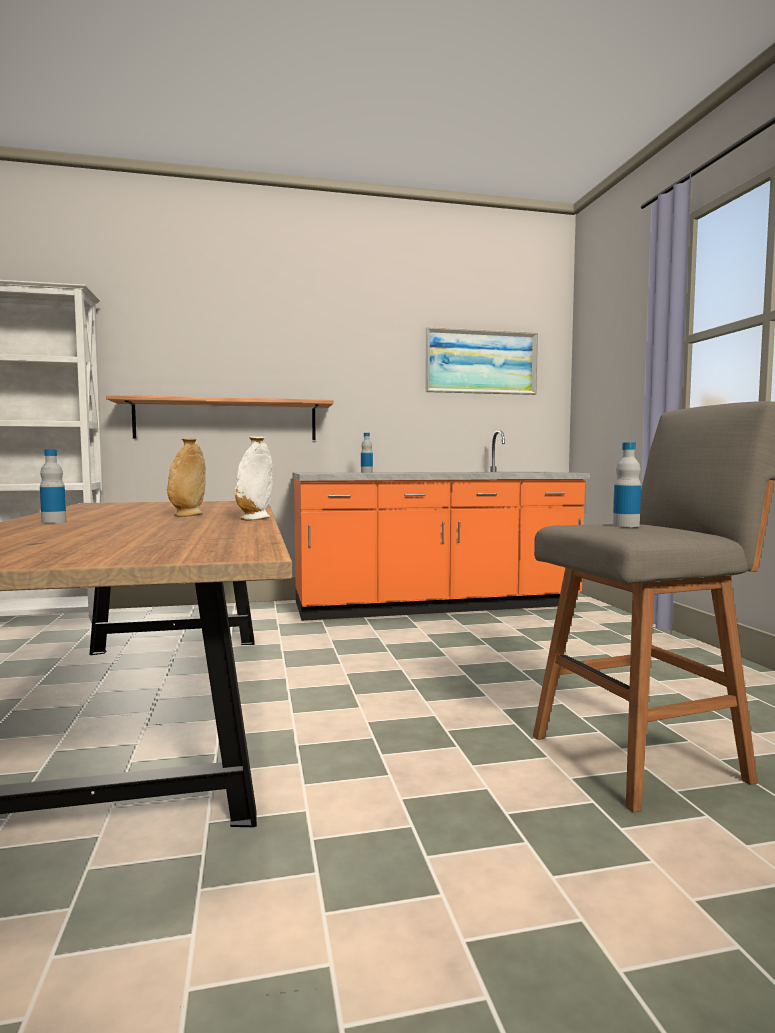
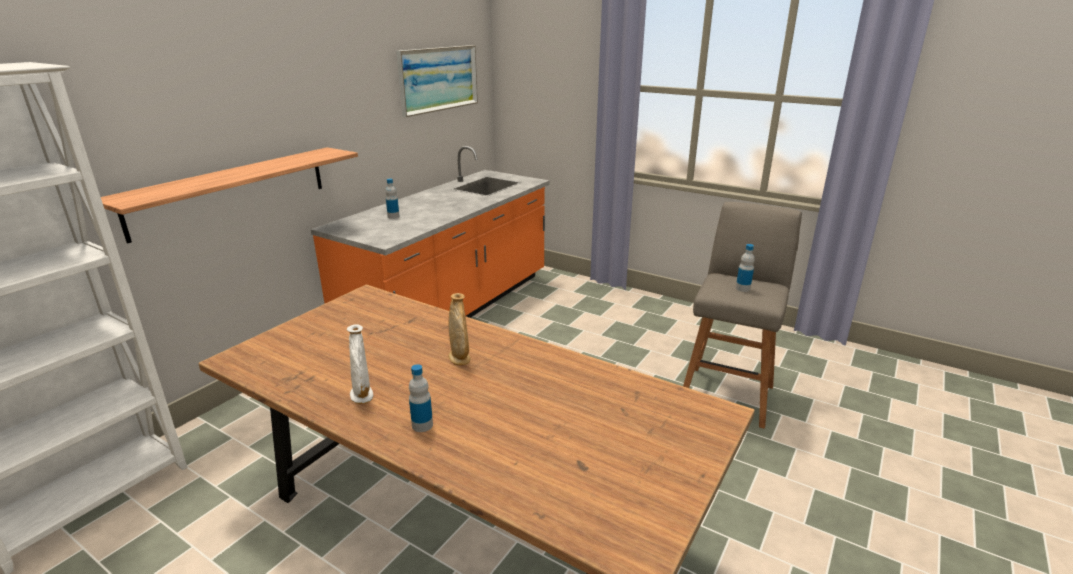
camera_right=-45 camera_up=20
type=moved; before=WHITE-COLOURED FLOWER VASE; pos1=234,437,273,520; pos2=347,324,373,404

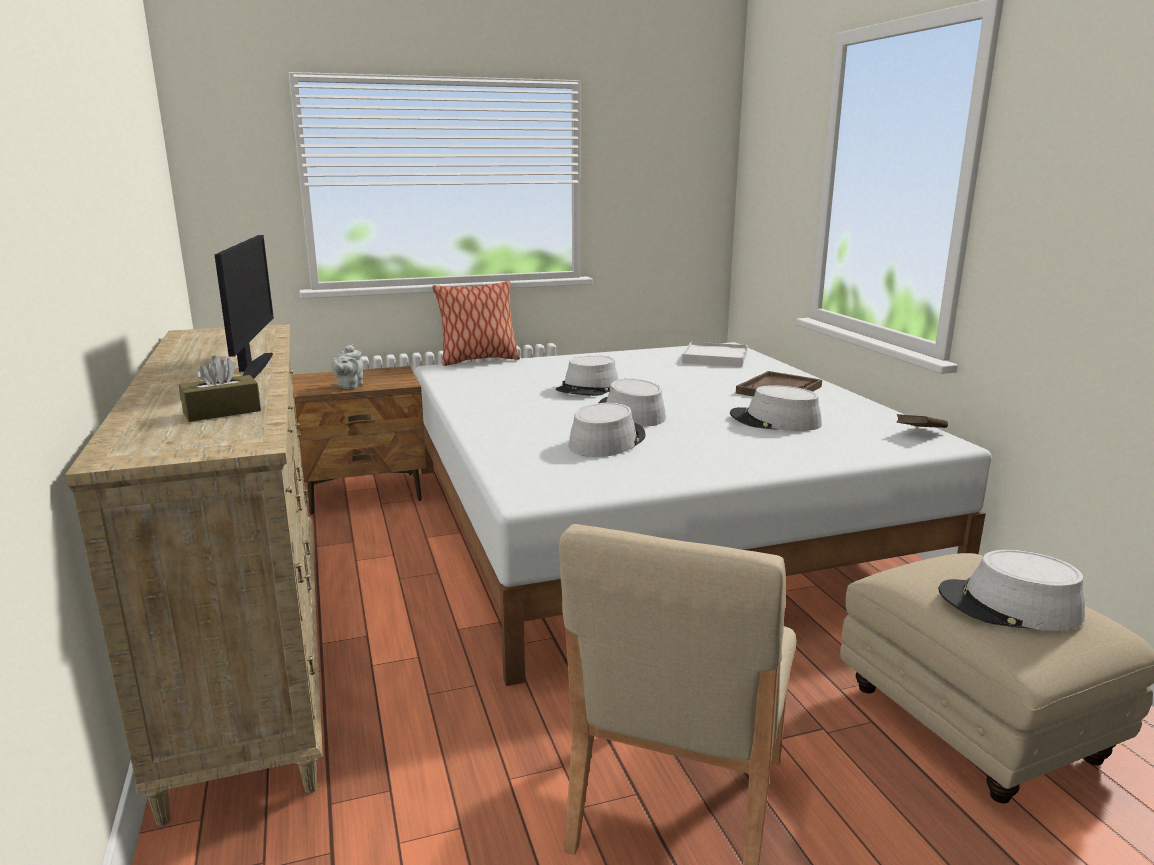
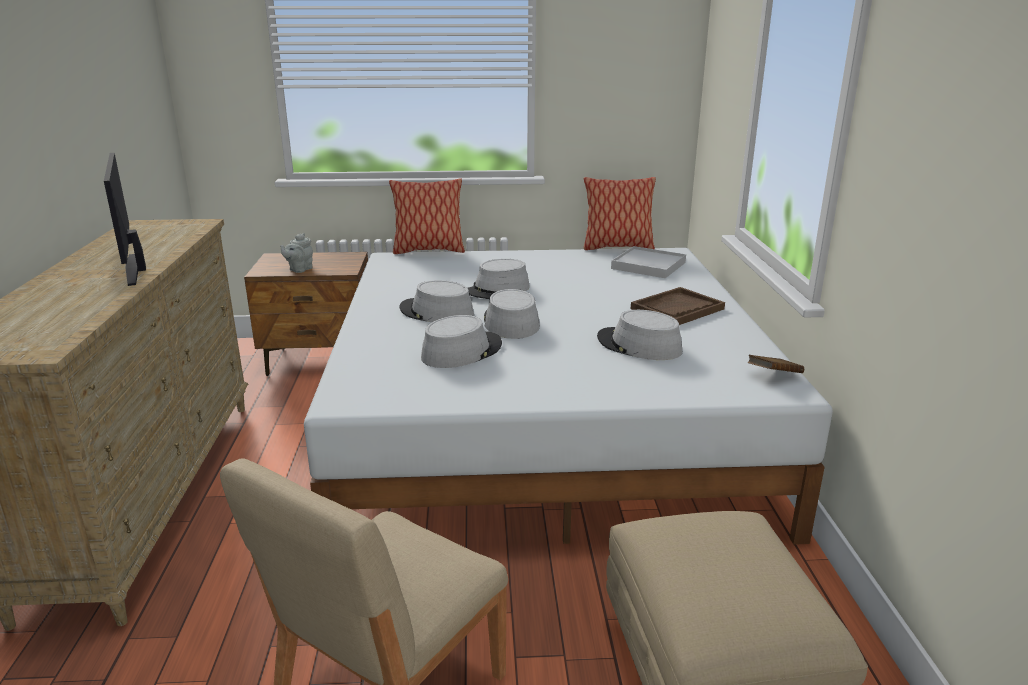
camera_right=15 camera_up=5
type=turned; before=COMPUTER DISPLAY; pos1=214,235,274,379; pos2=104,153,146,286; turn=150
type=removed; before=BROWN-COLOURED TISSUE HOLDER; pos1=179,356,261,422
type=moved; before=GREYISH WEARABLE HAT; pos1=938,550,1085,630; pos2=400,280,474,322
type=added; after=THROW PILLOW; pos2=584,177,656,250

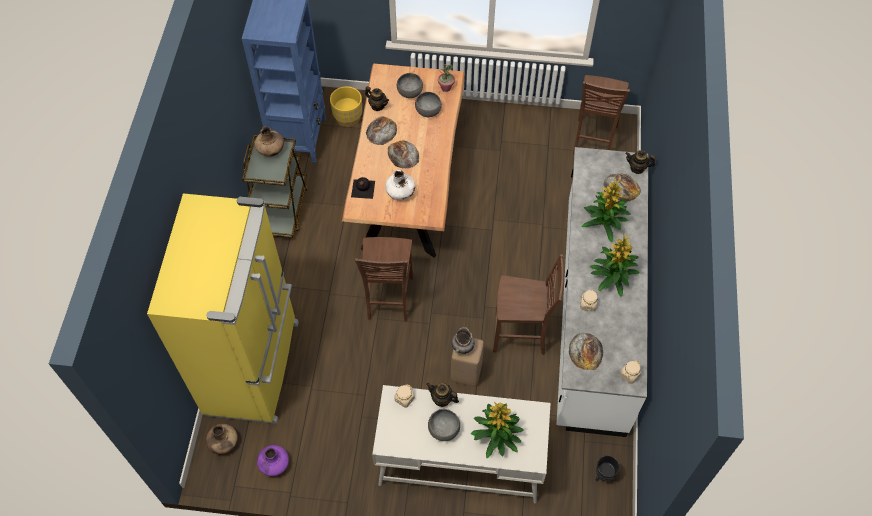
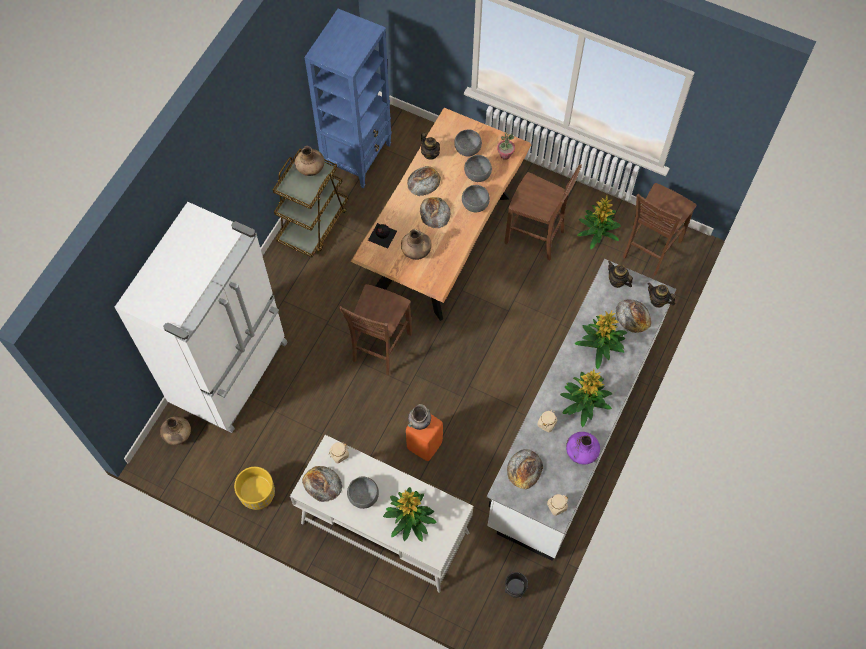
camera_right=20 camera_up=5
type=moved; before=YELLOW-COLOURED PLANT POT; pos1=330,86,362,127; pos2=234,467,275,510
type=recoloured; before=WHITE-COLOURED FLOWER VASE; after=BROWN-COLOURED FLOWER VASE; pos1=385,169,415,200; pos2=401,229,432,260
type=recoloured; before=YELLOW-COLOURED REFRIGERATOR; after=WHITE-COLOURED REFRIGERATOR; pos1=147,193,299,424; pos2=115,202,288,433
type=moved; before=BROWN-COLOURED CHAIR; pos1=493,254,563,355; pos2=504,164,582,261
type=recoloured; before=BEIGE STOOL; after=ORANGE STOOL; pos1=451,338,484,386; pos2=406,414,443,461
type=moved; before=TEA POT; pos1=426,383,459,407; pos2=608,261,633,288
type=moved; before=PURPLE FLOWER VASE; pos1=257,445,289,476; pos2=566,432,600,464
type=added; after=GREYISH DEEP DISH; pos2=462,185,490,213
type=added; after=PLANT IN A POT; pos2=577,196,621,249
type=added; after=BAKED BREAD; pos2=302,466,342,502

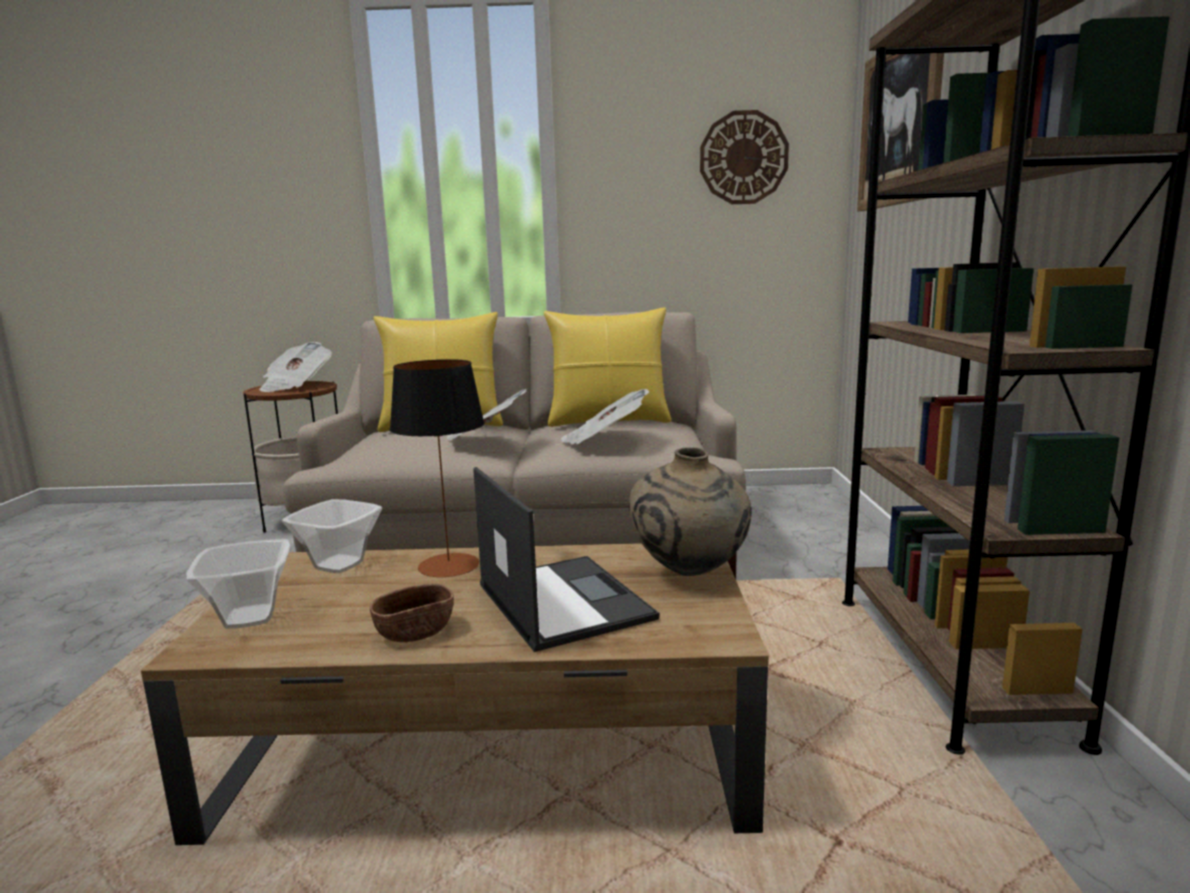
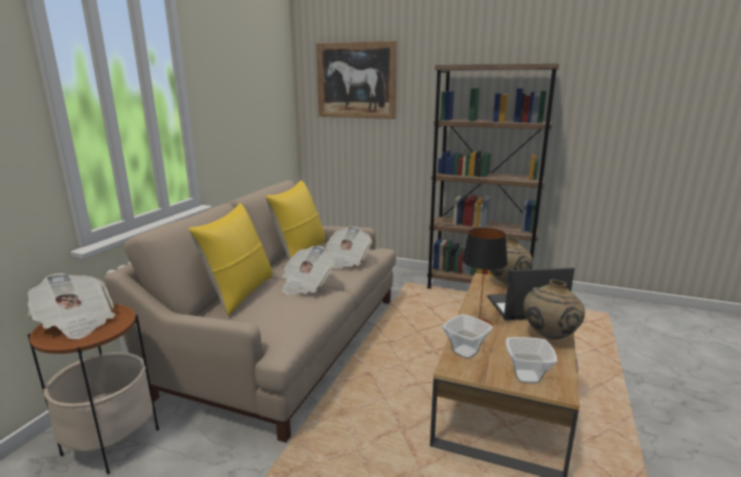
camera_right=-70 camera_up=5
type=removed; before=HANGING CLOCK; pos1=700,110,789,204
type=replaced; before=BROWN-COLOURED DEEP DISH; after=BEIGE FLOWER VASE; pos1=370,583,454,642; pos2=523,279,585,340

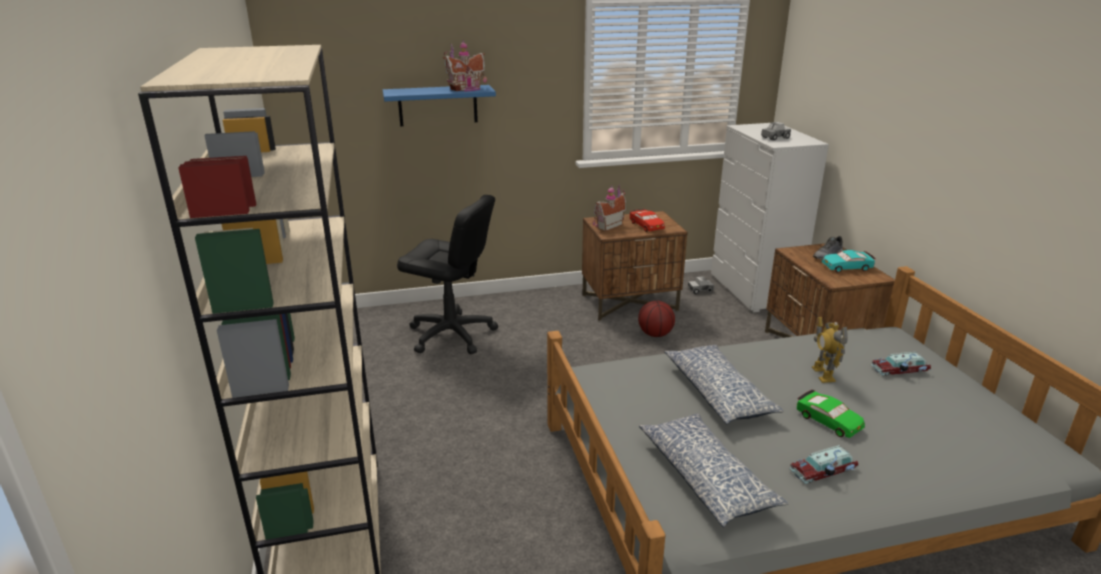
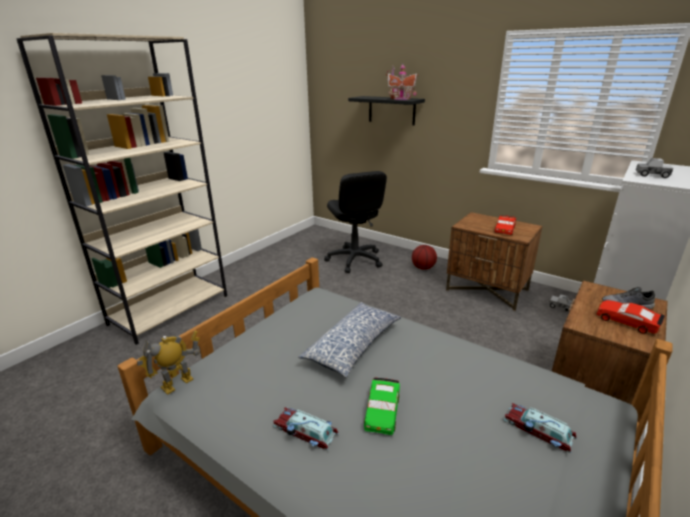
camera_right=50 camera_up=0
type=recoloured; before=BLUE-COLOURED BRACKET SHELF; after=BLACK BRACKET SHELF; pos1=383,85,496,126; pos2=348,96,425,125
type=removed; before=TOY HOUSE; pos1=592,184,626,231
type=recoloured; before=TURQUOISE-COLOURED TOY CAR; after=RED-COLOURED TOY CAR; pos1=822,250,876,273; pos2=596,300,665,334
type=moved; before=BASKETBALL; pos1=638,301,675,337; pos2=412,245,437,270
type=moved; before=ROBOT FIGURE; pos1=812,317,848,383; pos2=137,330,200,395
type=removed; before=THROW PILLOW; pos1=639,413,788,527

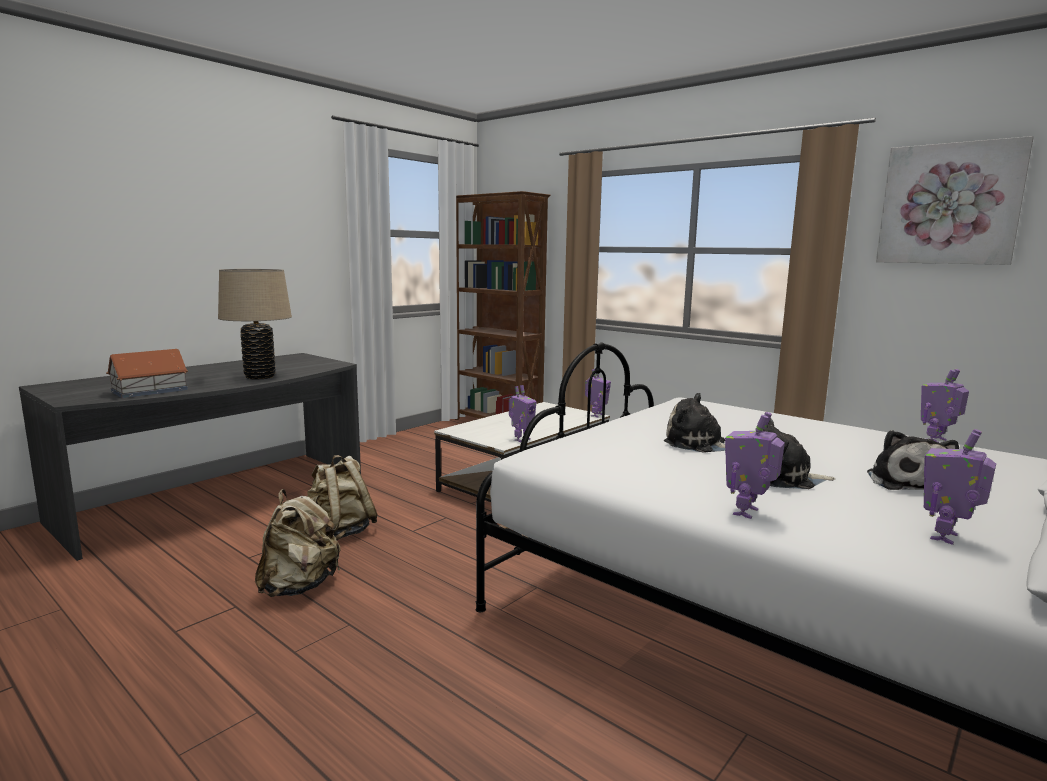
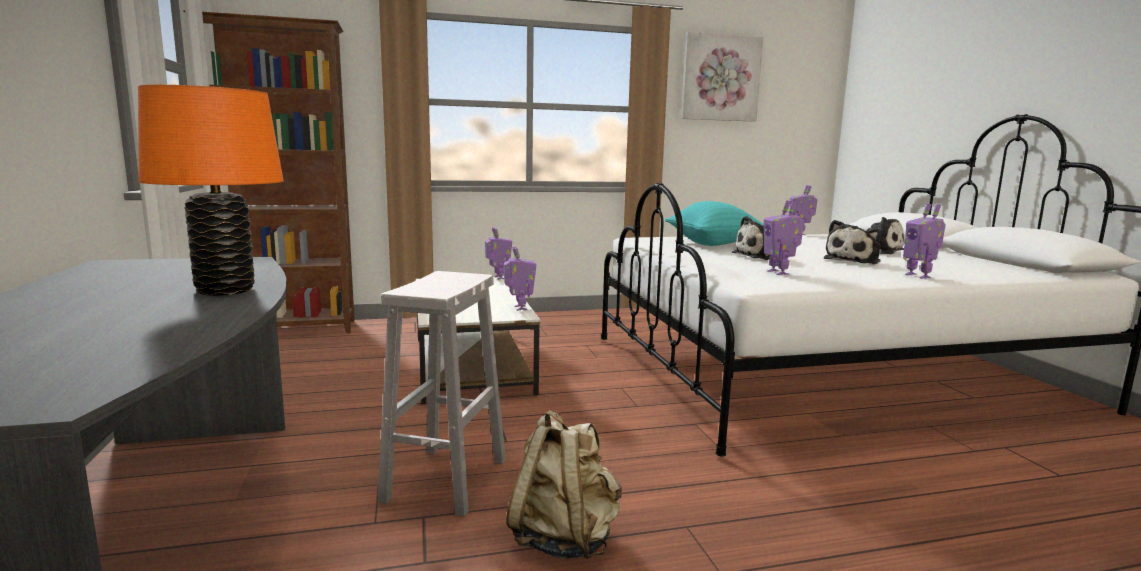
camera_right=-55 camera_up=0
type=recoloured; before=BEIGE LAMP FOR A TABLE; after=ORANGE LAMP FOR A TABLE; pos1=218,269,292,379; pos2=138,85,284,296
type=removed; before=TOY HOUSE; pos1=106,349,188,398
type=moved; before=ROBOT FIGURE; pos1=924,429,996,545; pos2=764,200,804,275
type=replaced; before=BEIGE RUCKSACK; after=WHITE-COLOURED STOOL; pos1=307,455,377,540; pos2=377,271,506,517
type=added; after=TURQUOISE-COLOURED THROW PILLOW; pos2=665,201,764,246

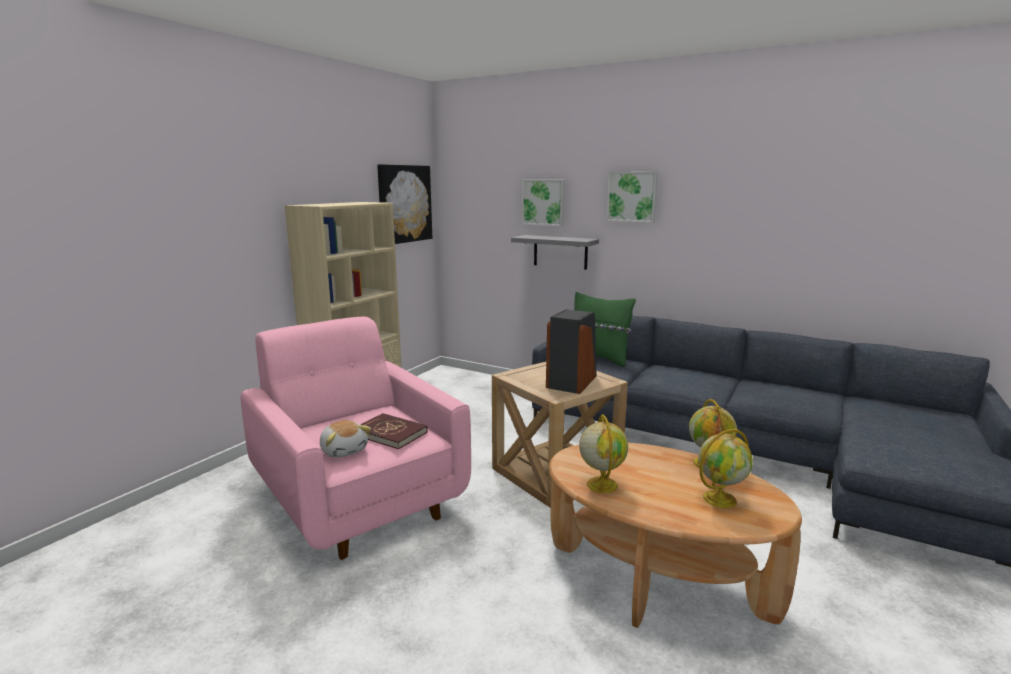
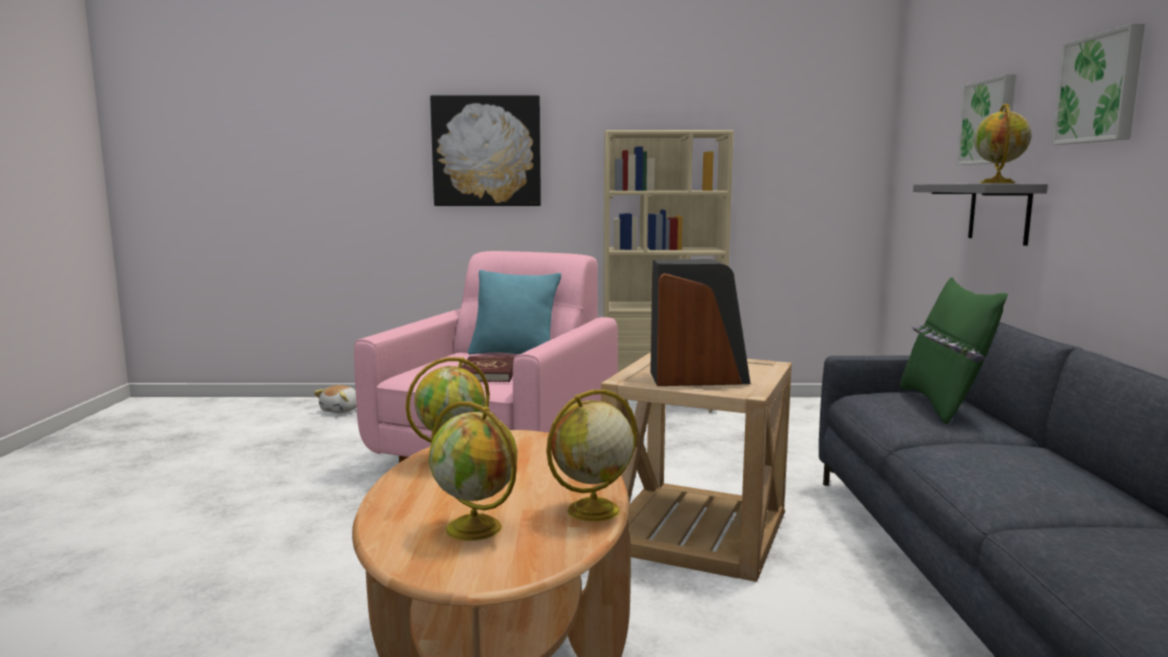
camera_right=60 camera_up=-5
type=moved; before=WALL ART; pos1=377,164,432,244; pos2=430,95,541,206
type=moved; before=SOFT TOY; pos1=320,420,371,458; pos2=314,385,357,413
type=added; after=GLOBE; pos2=974,104,1032,183
type=added; after=TURQUOISE-COLOURED THROW PILLOW; pos2=468,270,561,354

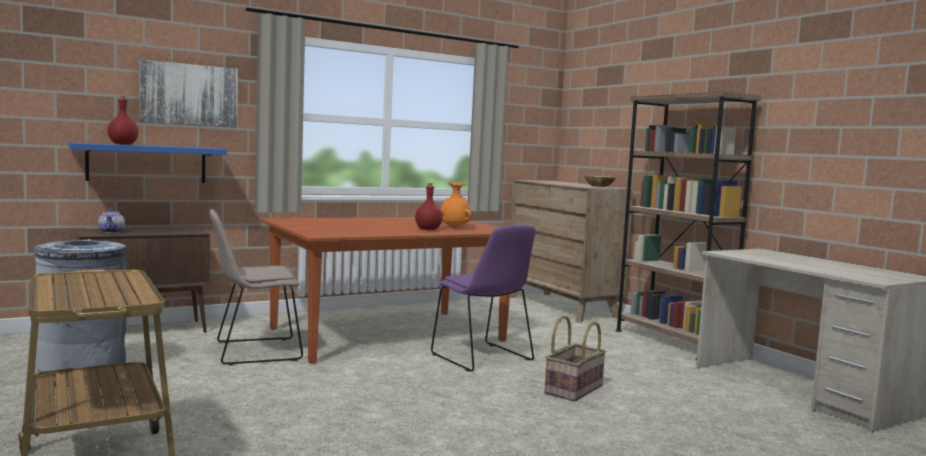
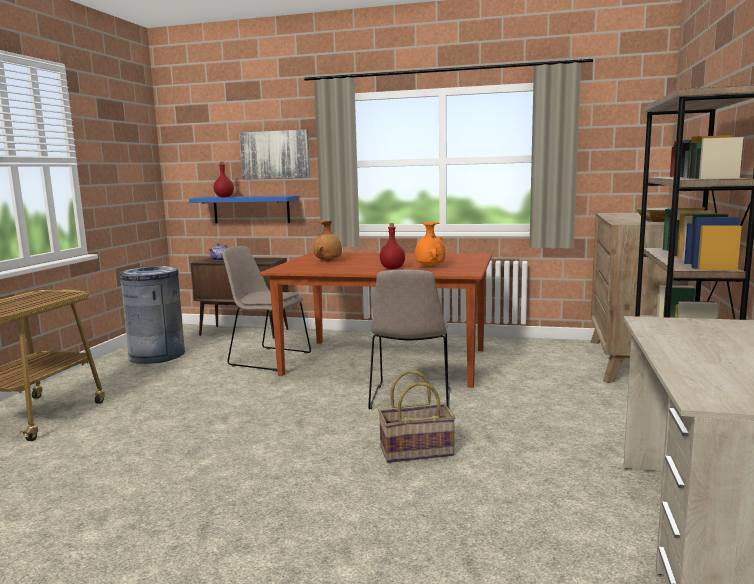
camera_right=45 camera_up=5
type=recoloured; before=PURPLE CHAIR; after=BEIGE CHAIR; pos1=431,225,535,372; pos2=368,269,451,410
type=added; after=BROWN-COLOURED FLOWER VASE; pos2=314,220,342,262

